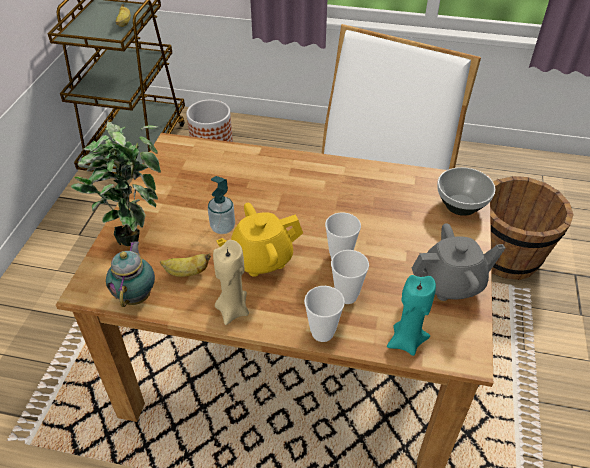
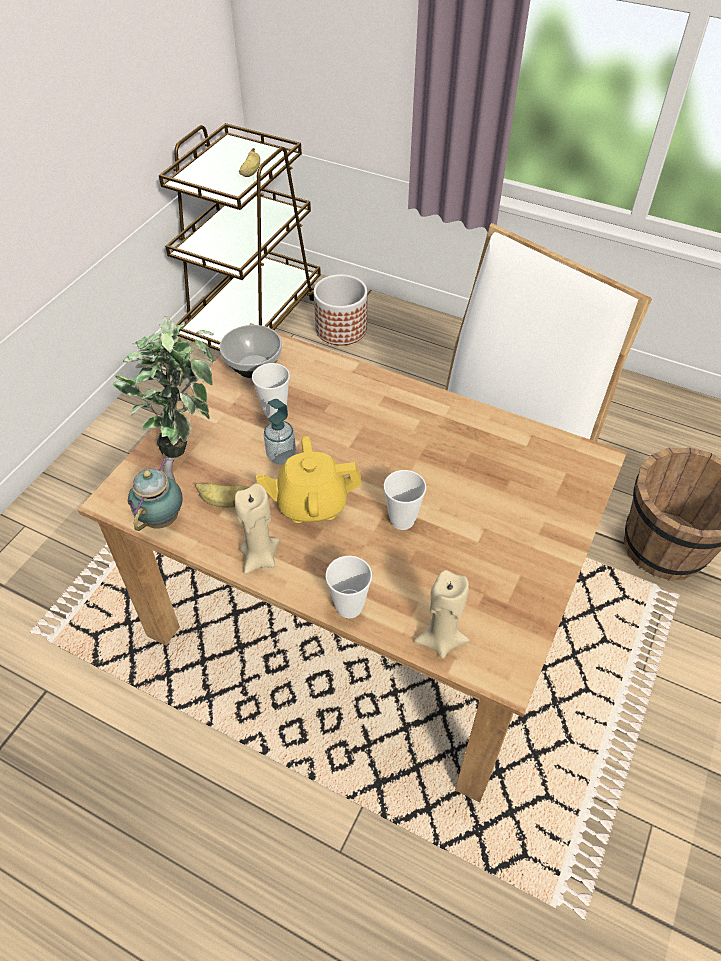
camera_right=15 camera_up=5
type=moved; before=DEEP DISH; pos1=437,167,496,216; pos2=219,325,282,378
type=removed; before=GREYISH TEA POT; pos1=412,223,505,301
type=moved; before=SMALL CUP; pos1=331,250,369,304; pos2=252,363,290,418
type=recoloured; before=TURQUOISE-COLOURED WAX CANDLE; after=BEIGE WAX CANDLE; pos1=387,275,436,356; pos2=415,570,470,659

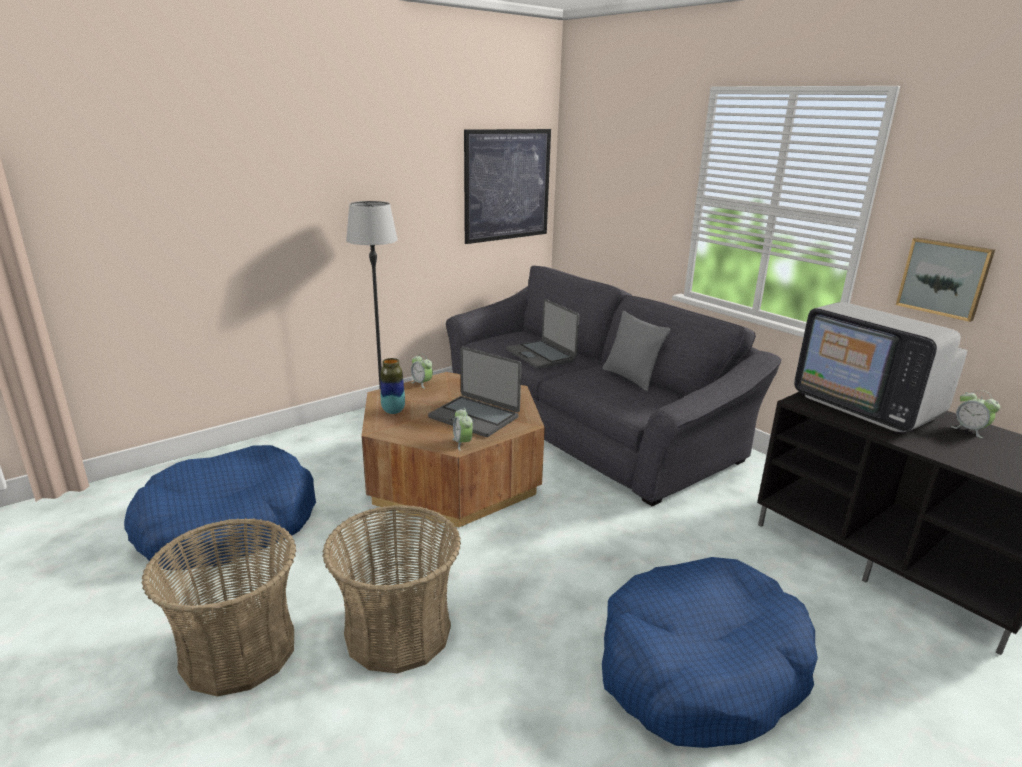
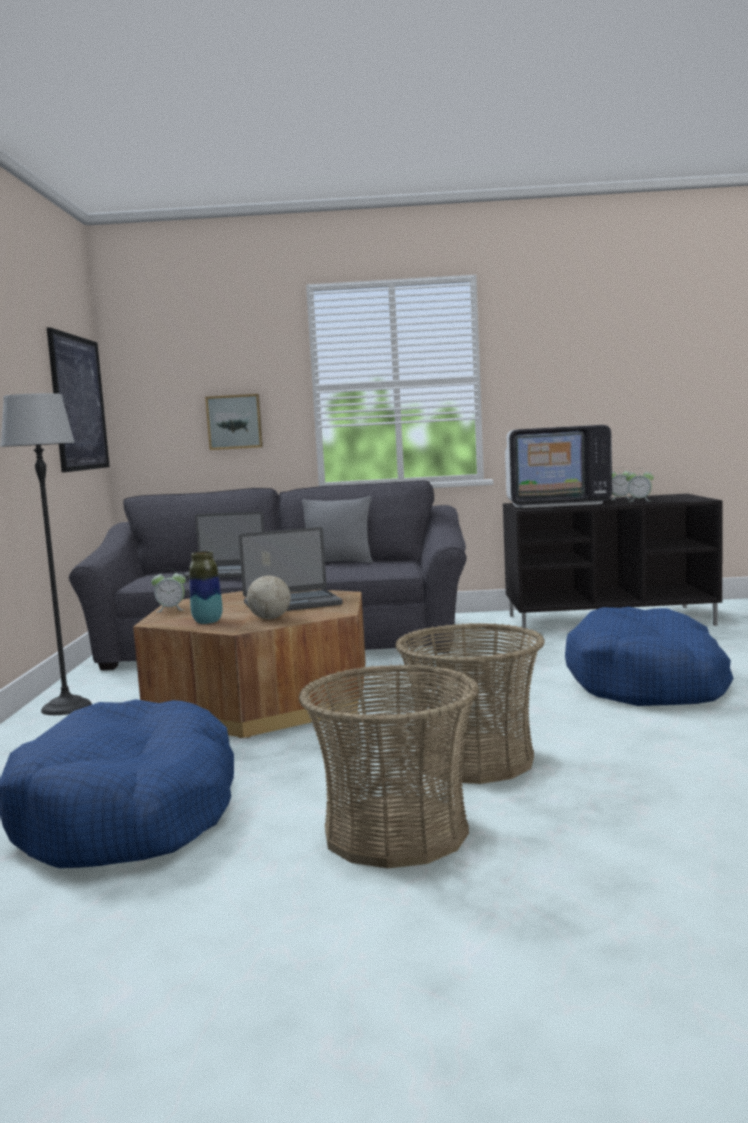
camera_right=-50 camera_up=-15
type=moved; before=WALL ART; pos1=896,238,995,322; pos2=205,394,263,450
type=moved; before=ALARM CLOCK; pos1=453,408,473,450; pos2=626,468,654,502
type=added; after=GLOBE; pos2=247,551,291,619

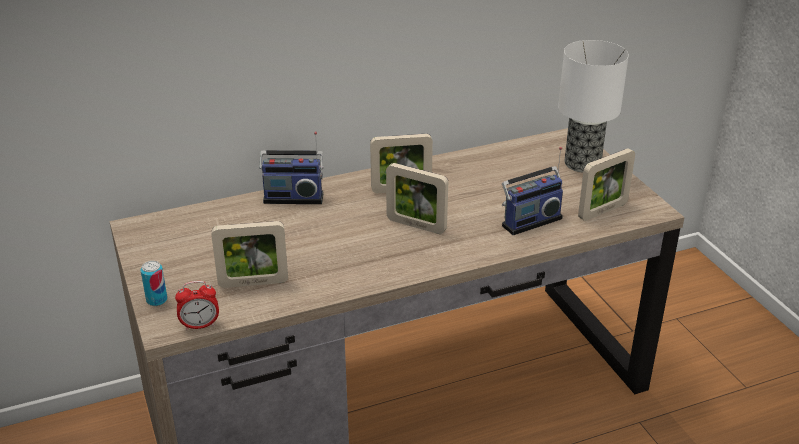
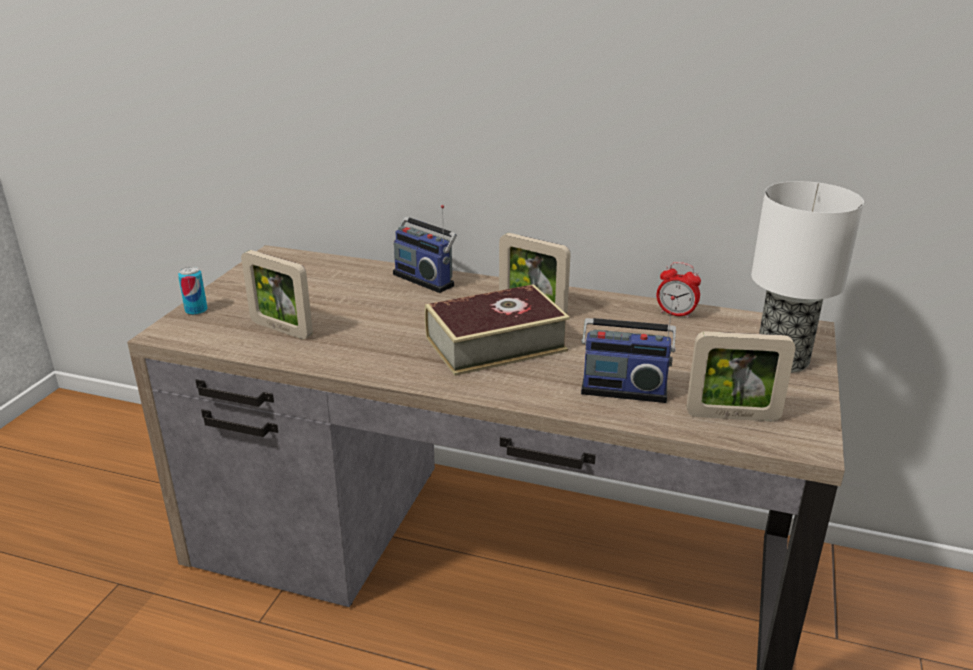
camera_right=40 camera_up=-5
type=replaced; before=PHOTO FRAME; after=VOLUME; pos1=386,163,448,234; pos2=425,284,570,376
type=moved; before=ALARM CLOCK; pos1=175,281,219,330; pos2=657,262,701,318

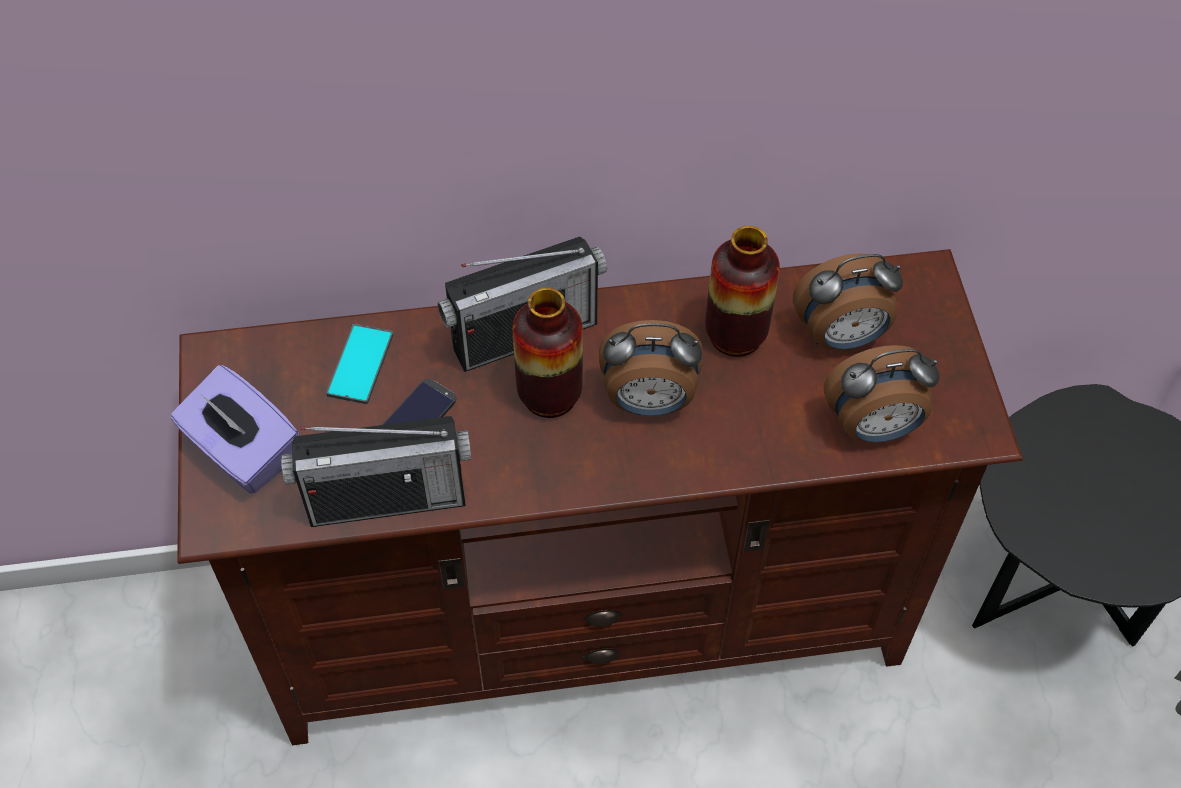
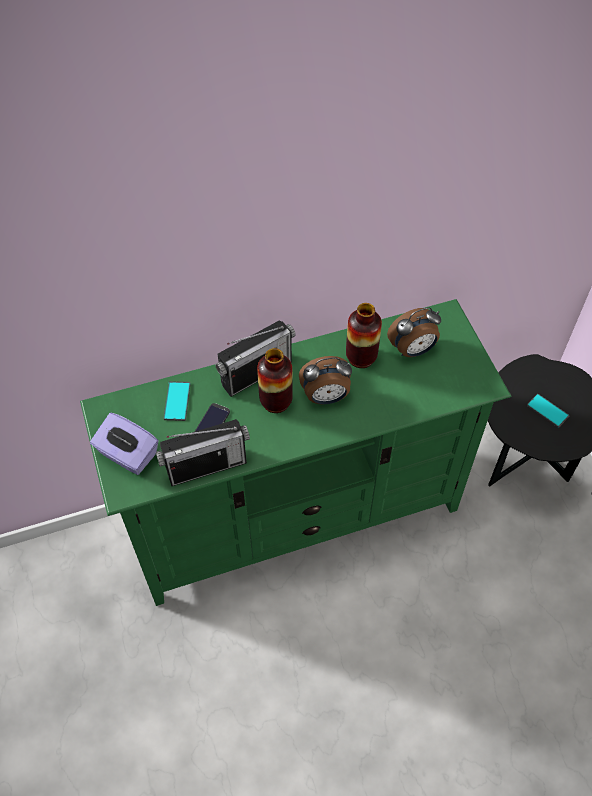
camera_right=-10 camera_up=0
type=recoloured; before=BROWN-COLOURED MEDIA CONSOLE; after=GREEN MEDIA CONSOLE; pos1=177,249,1023,745; pos2=80,299,511,606
type=removed; before=ALARM CLOCK; pos1=824,345,940,442
type=added; after=PHONE; pos2=527,394,570,428

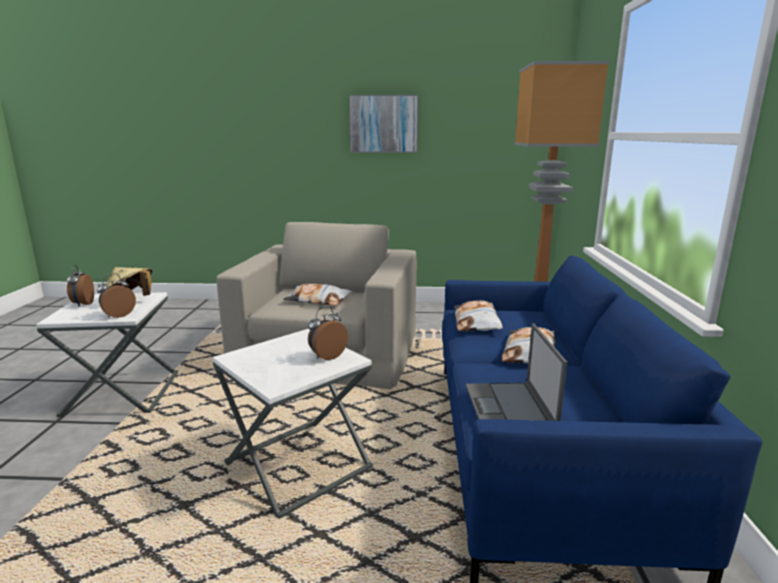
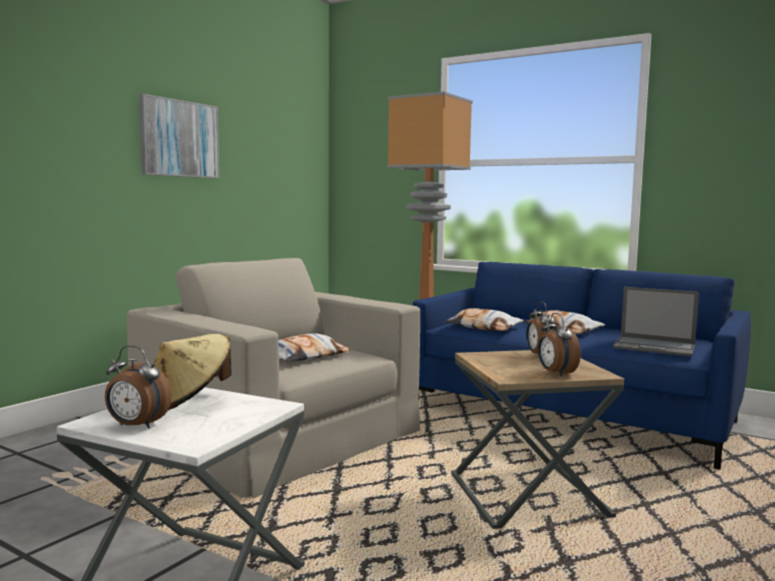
camera_right=-60 camera_up=-10
type=moved; before=ALARM CLOCK; pos1=97,273,136,318; pos2=538,313,581,377
type=recoloured; before=WHITE-COLOURED ACCENT TABLE; after=BROWN-COLOURED ACCENT TABLE; pos1=213,329,373,519; pos2=451,350,624,529

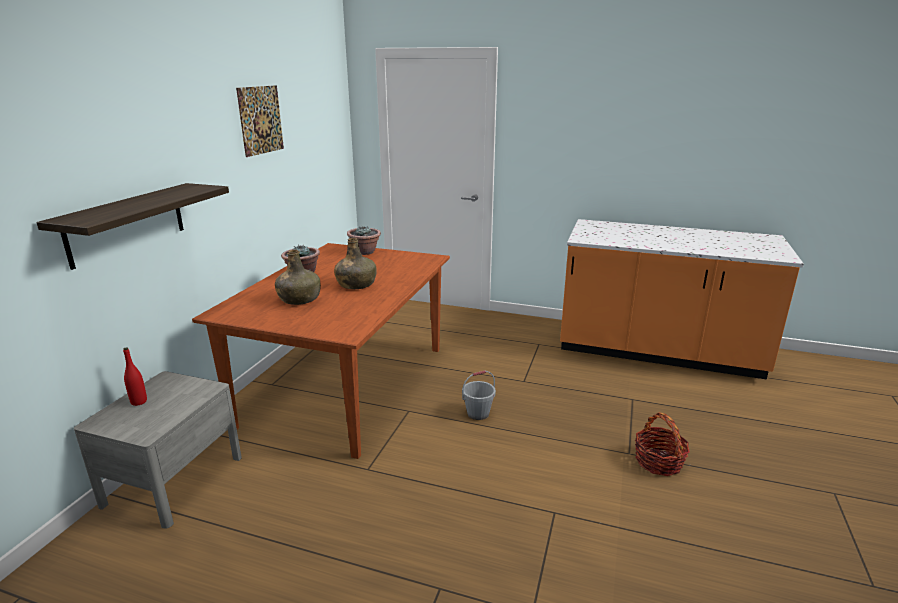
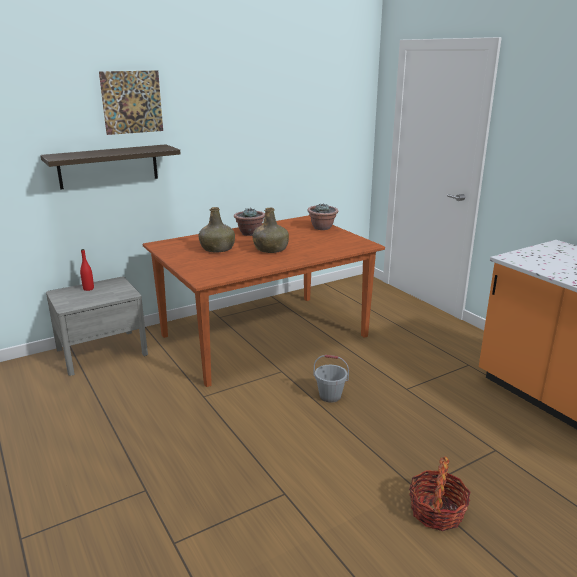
camera_right=40 camera_up=0
type=moved; before=WALL ART; pos1=236,85,284,157; pos2=99,71,163,135

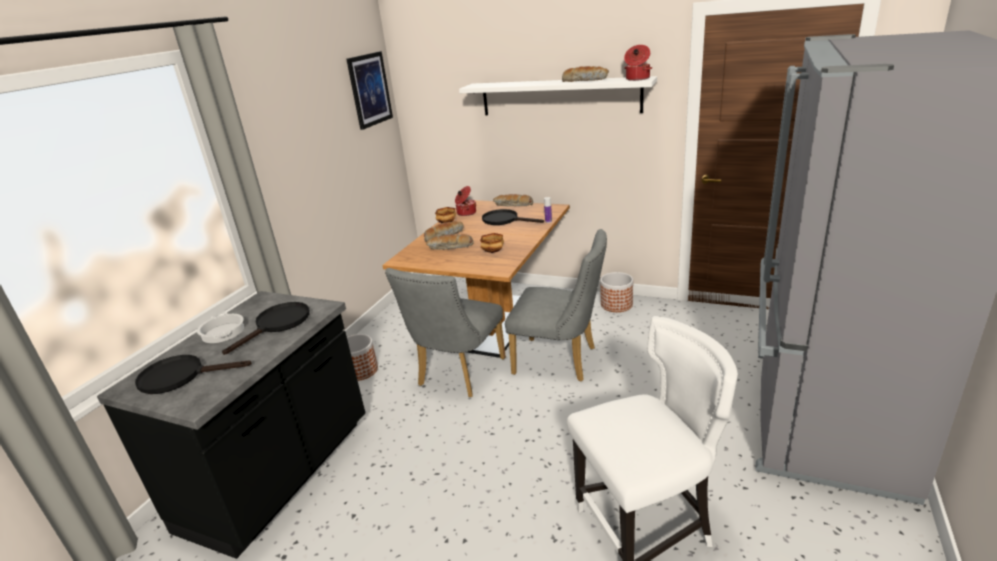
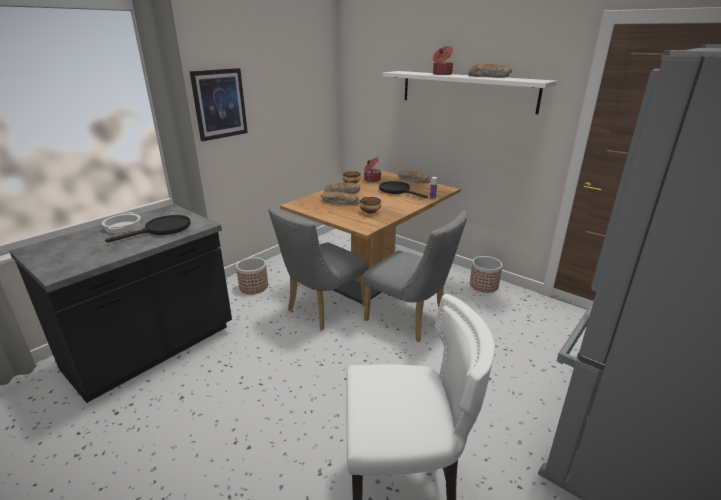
camera_right=15 camera_up=0
type=moved; before=STOCKPOT; pos1=624,45,652,81; pos2=433,46,453,75
type=moved; before=WALL ART; pos1=346,51,393,130; pos2=190,68,248,142
type=removed; before=BLACK PAN; pos1=135,355,252,394

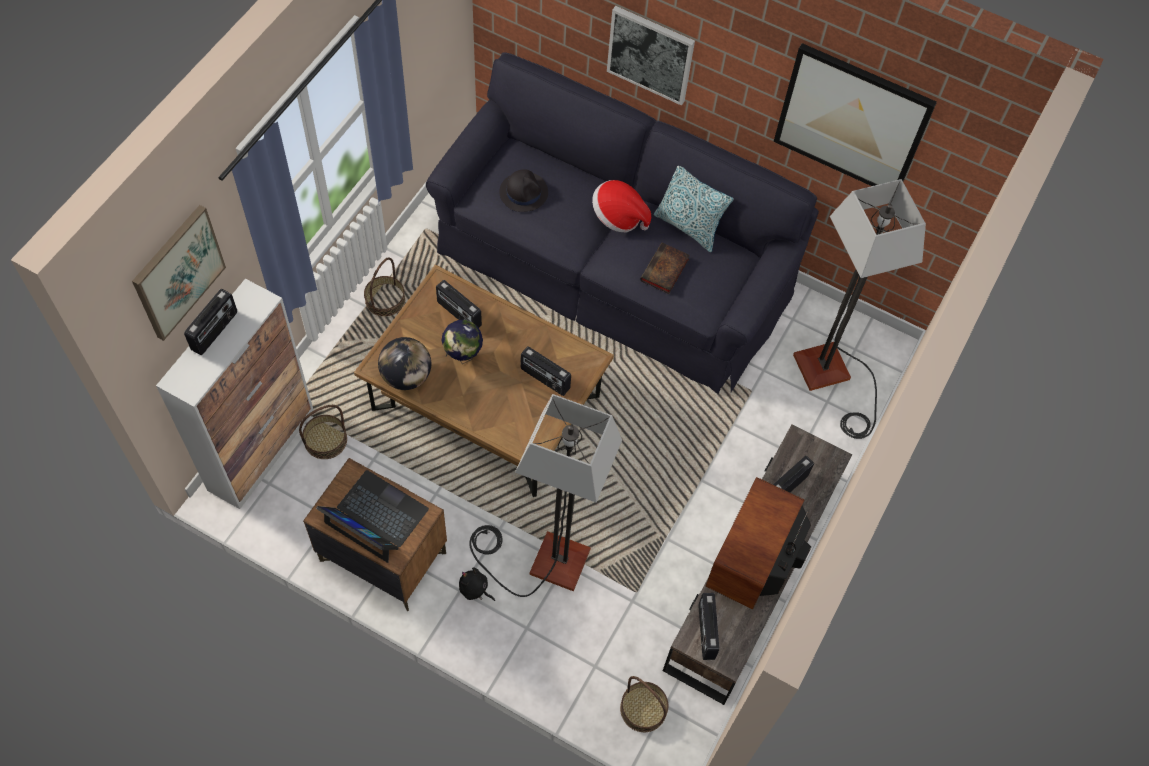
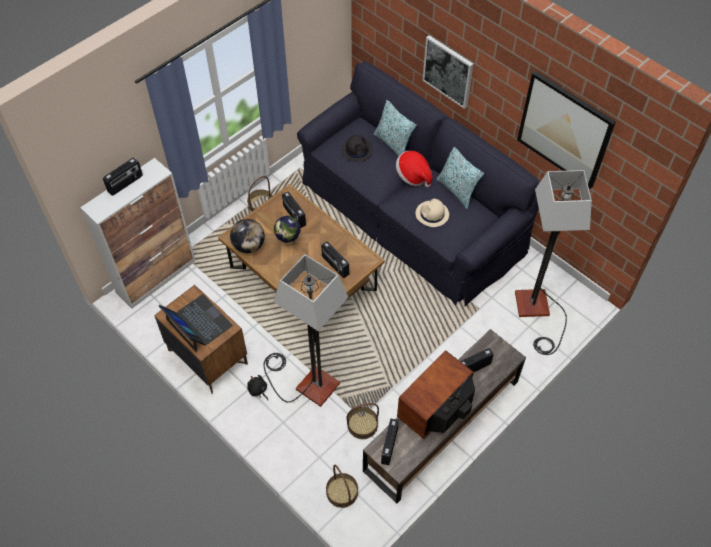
camera_right=20 camera_up=-5
type=removed; before=WALL ART; pos1=132,205,226,341
type=replaced; before=VOLUME; after=BEIGE WEARABLE HAT; pos1=640,243,690,294; pos2=416,199,449,227
type=moved; before=BASKET; pos1=299,405,347,459; pos2=347,403,379,439
type=added; after=THROW PILLOW; pos2=374,100,417,157

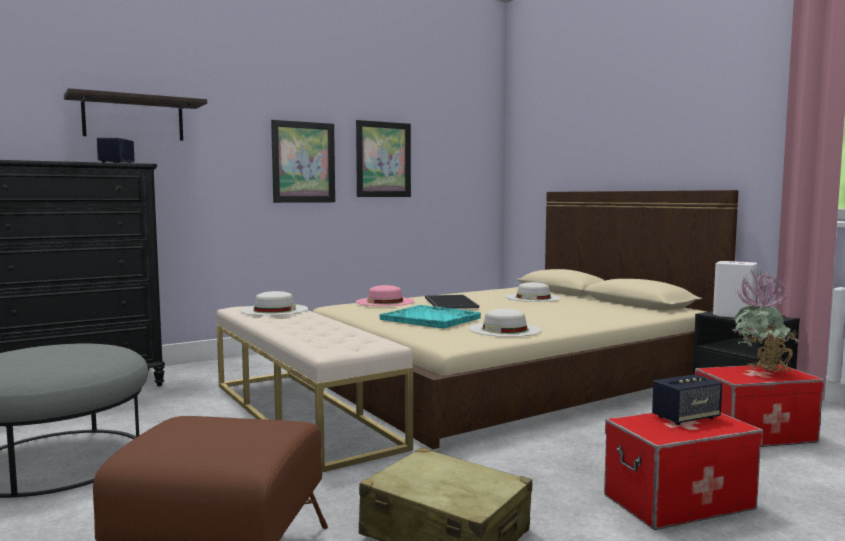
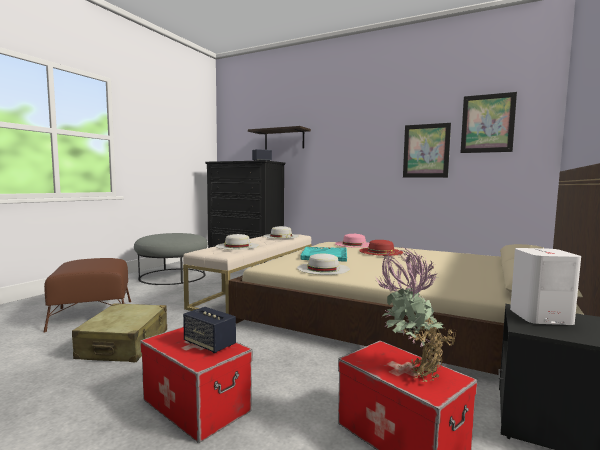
camera_right=60 camera_up=0
type=moved; before=WALL ART; pos1=271,120,335,203; pos2=461,92,517,153
type=moved; before=WHITE-COLOURED WEARABLE HAT; pos1=506,282,562,302; pos2=216,234,259,250
type=replaced; before=SERVING TRAY; after=RED-COLOURED WEARABLE HAT; pos1=425,295,479,309; pos2=359,240,403,256

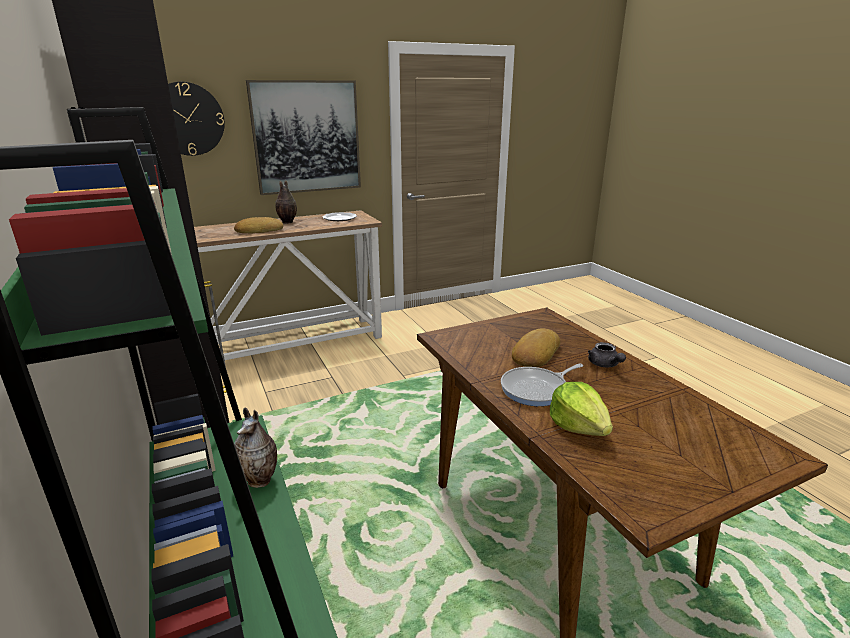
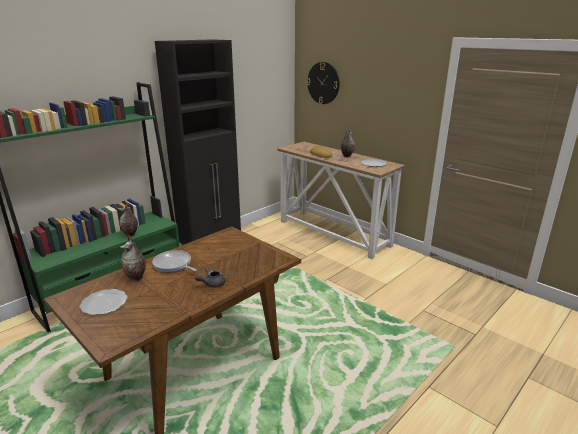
camera_right=70 camera_up=0
type=removed; before=WALL ART; pos1=246,80,361,195
type=removed; before=BAKED BREAD; pos1=512,328,560,367
type=replaced; before=LETTUCE HEAD; after=FLOWER VASE; pos1=550,382,613,436; pos2=120,235,146,282
type=added; after=FLAT DISH; pos2=80,289,128,315

